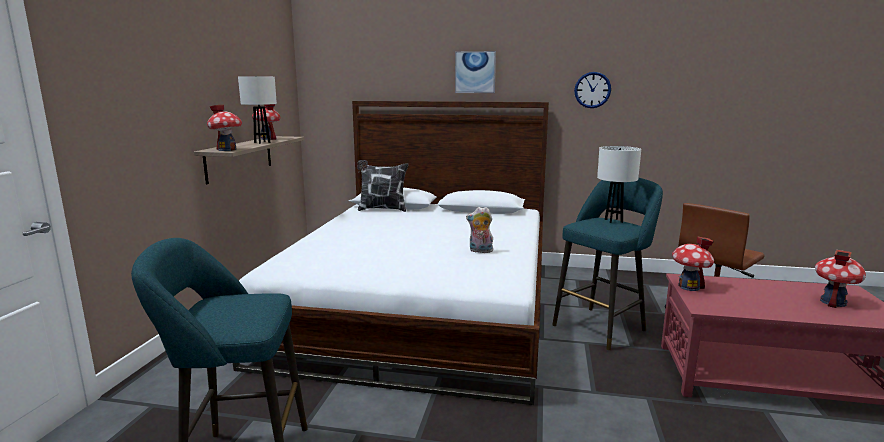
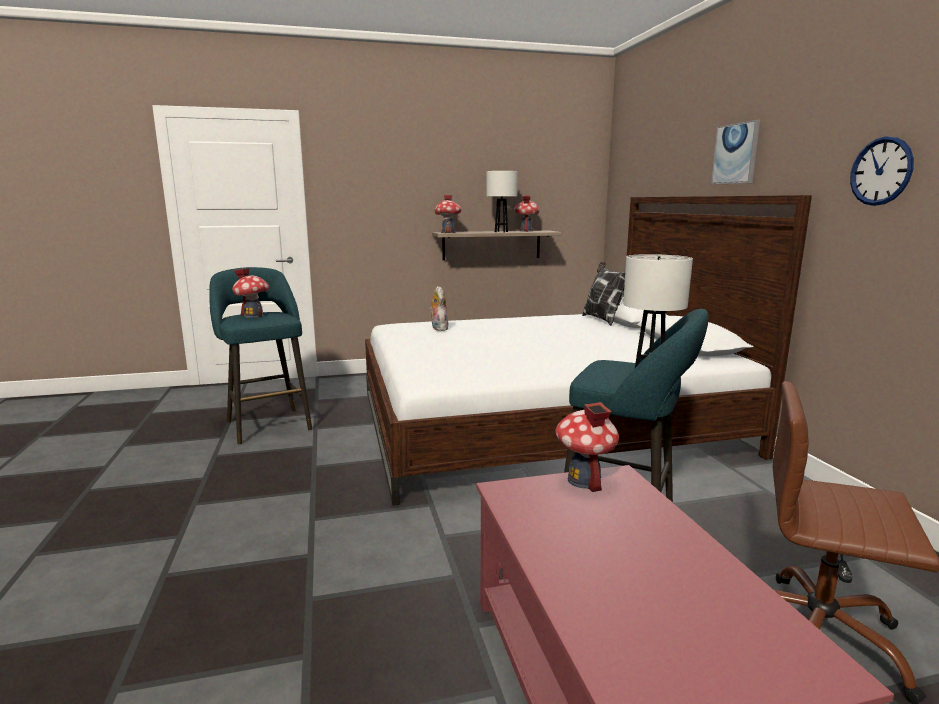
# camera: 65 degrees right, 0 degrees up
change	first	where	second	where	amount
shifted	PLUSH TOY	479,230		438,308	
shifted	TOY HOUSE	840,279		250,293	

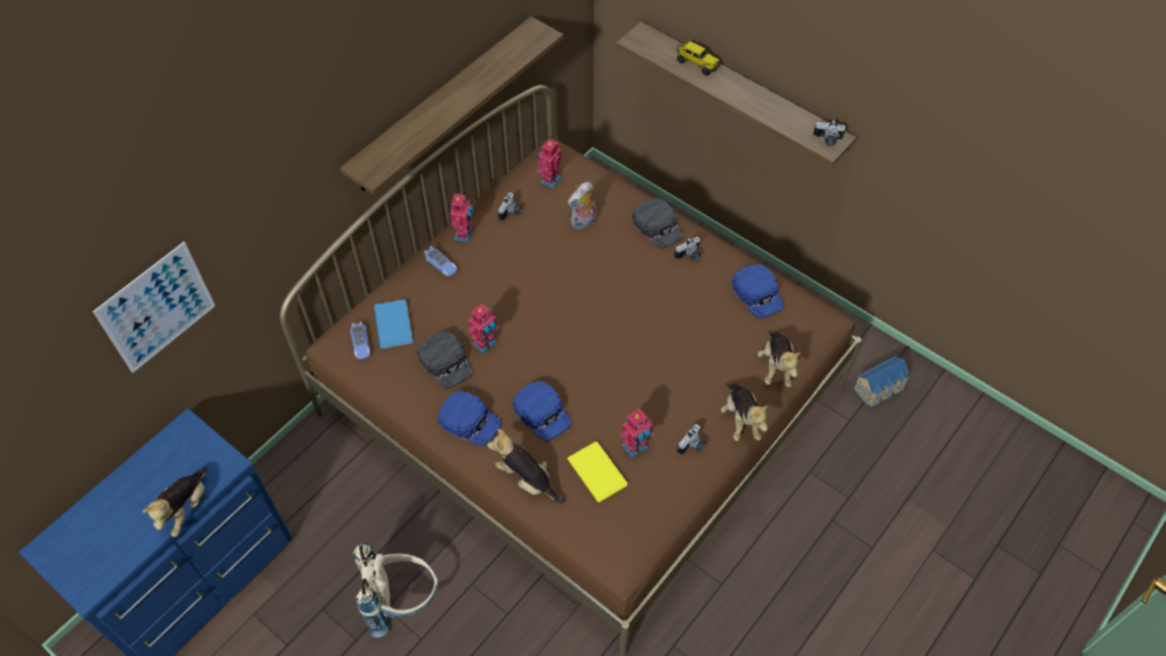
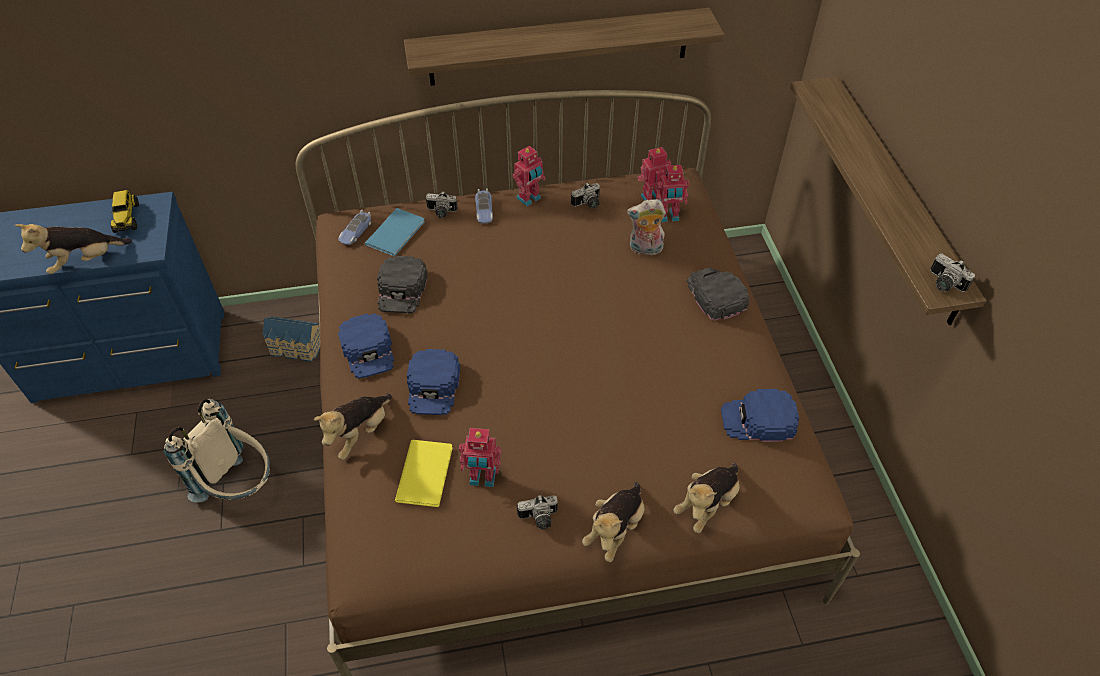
# camera: 40 degrees right, 5 degrees down
change	first	where	second	where	amount
gone	PICTURE	154,307			
shifted	TOY ROBOT	483,329		672,193	
shifted	PHOTO CAMERA	687,249		442,204	
shifted	TOY TRUCK	698,59		125,211	
shifted	TOY HOUSE	881,382		291,339	
rotated	PLUSH TOY	526,466		353,426	135 degrees counterclockwise
rotated	BLACK CAP	658,223		718,294	150 degrees clockwise
rotated	BLUE CAP	757,291		760,415	75 degrees clockwise

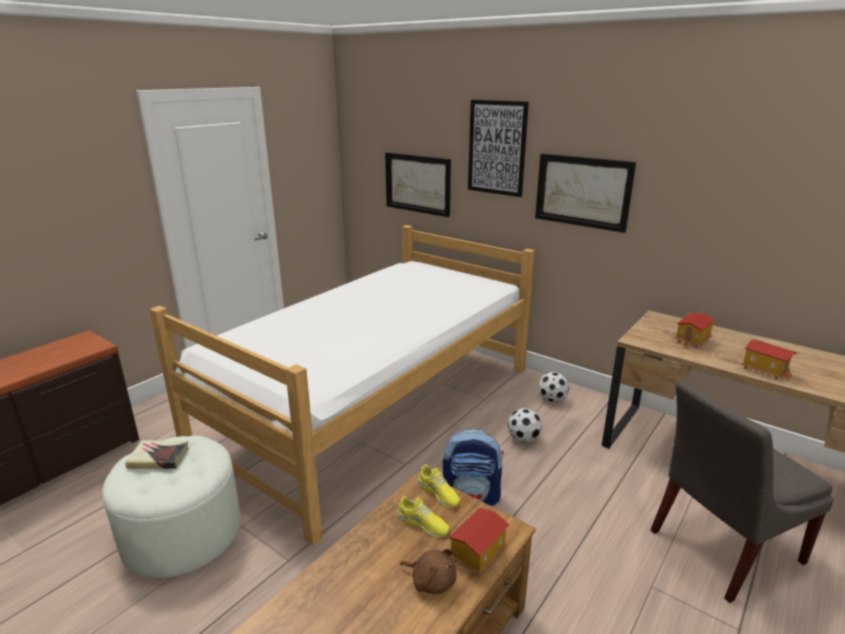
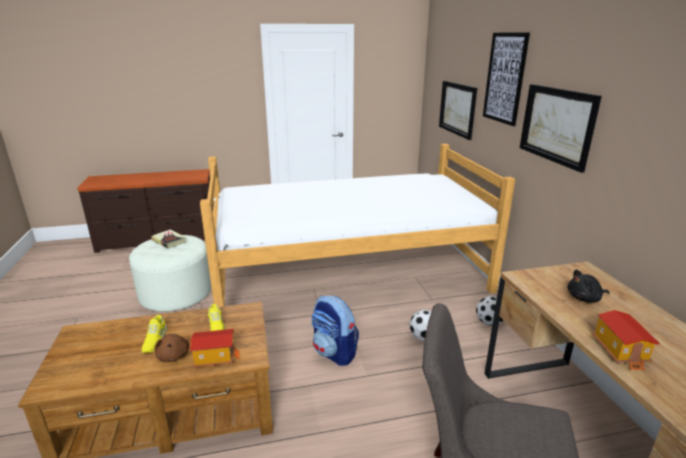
# camera: 40 degrees right, 0 degrees up
change	first	where	second	where	amount
shifted	YELLOW SHOE	439,485		154,334	
swapped	TOY HOUSE	694,330	BLACK PLUSH TOY	588,286	

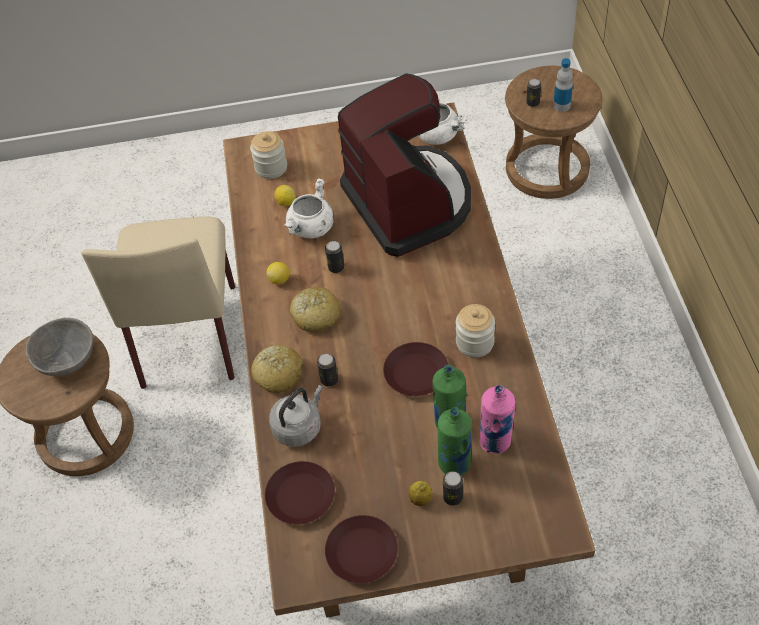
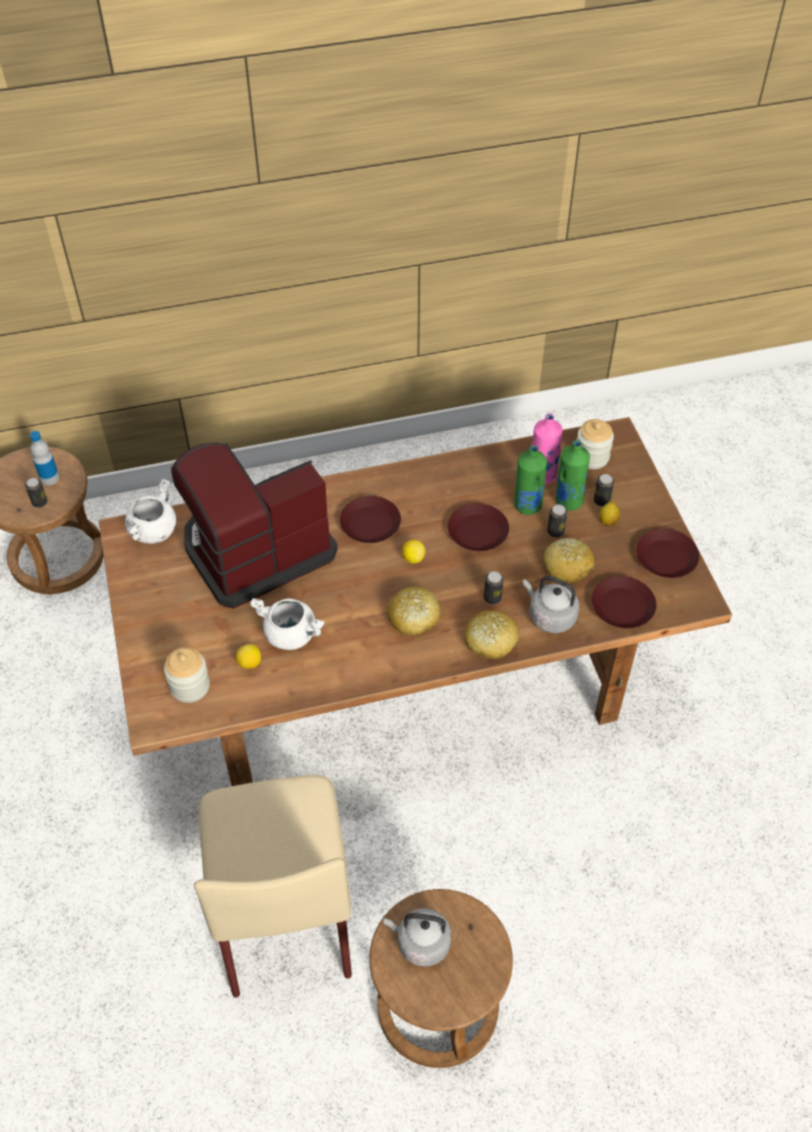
# camera: 100 degrees left, 0 degrees up
change	first	where	second	where	amount
new			BROWN PLATE	370,519	
new			BREAD	569,560	
shifted	LEMON	278,273		414,551	
shifted	CAN	335,257		557,520	
shifted	JAR	475,331		595,444	
swapped	GREY BOWL	60,347	GREY KETTLE	417,937	
rotated	BEIGE CHAIR	158,302		273,886	90 degrees clockwise

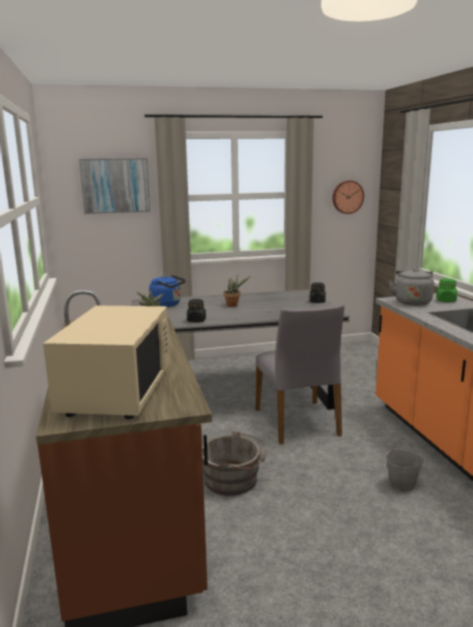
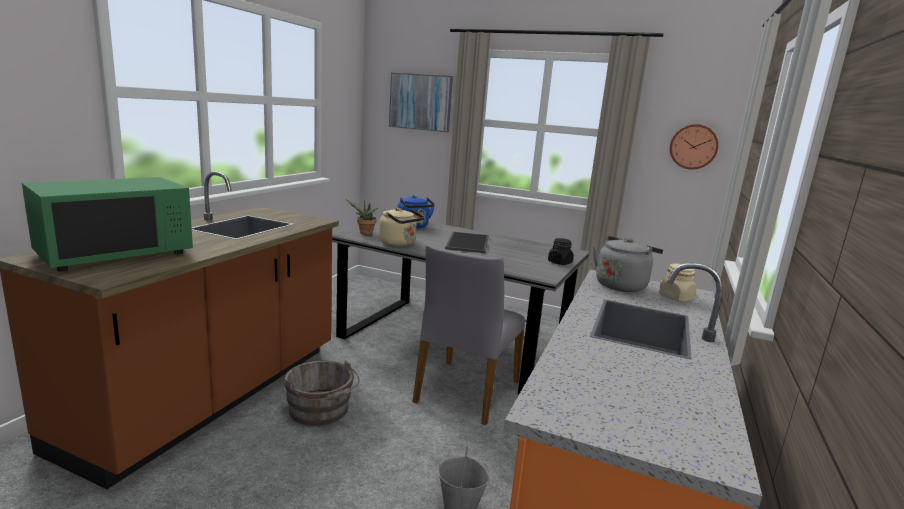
# camera: 35 degrees right, 0 degrees up
change	first	where	second	where	amount
swapped	BLACK JAR	196,310	BEIGE KETTLE	401,227	
swapped	POTTED PLANT	237,290	TRAY	467,242	
repainted	BEIGE MICROWAVE	106,362	GREEN MICROWAVE	107,224	
repainted	GREEN JAR	446,290	BEIGE JAR	678,283	

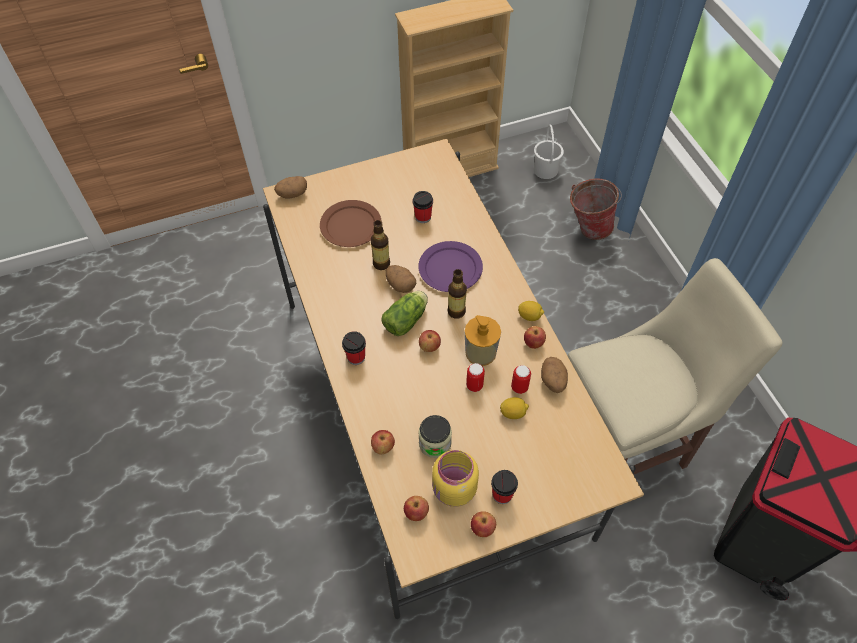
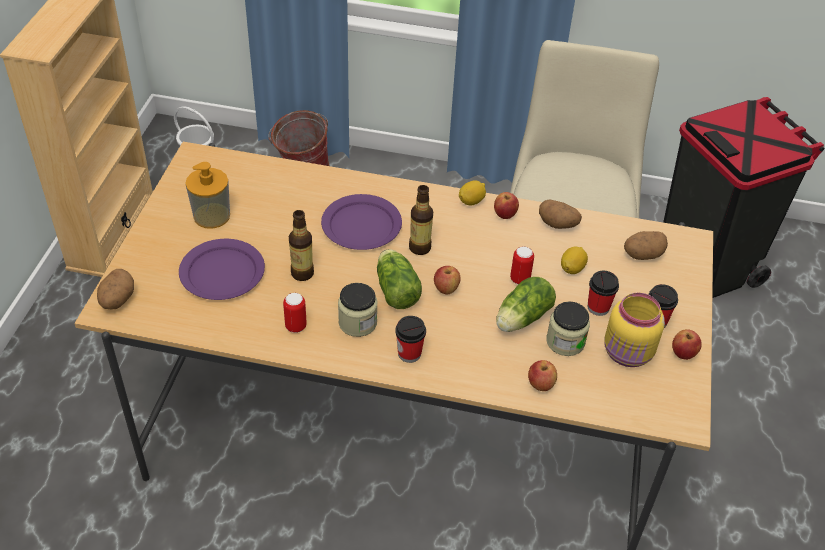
# camera: 60 degrees left, 10 degrees down
change	first	where	second	where	amount
gone	APPLE	416,508			
new			JAR	358,310	
new			LETTUCE	526,304	
shifted	POTATO	401,279		646,245	
shifted	CUP	423,207		603,293	
shifted	SOAP DISPENSER	482,340		207,195	
shifted	CAN	521,379		295,313	
repainted	BROWN PLATE	350,223	PURPLE PLATE	222,269	

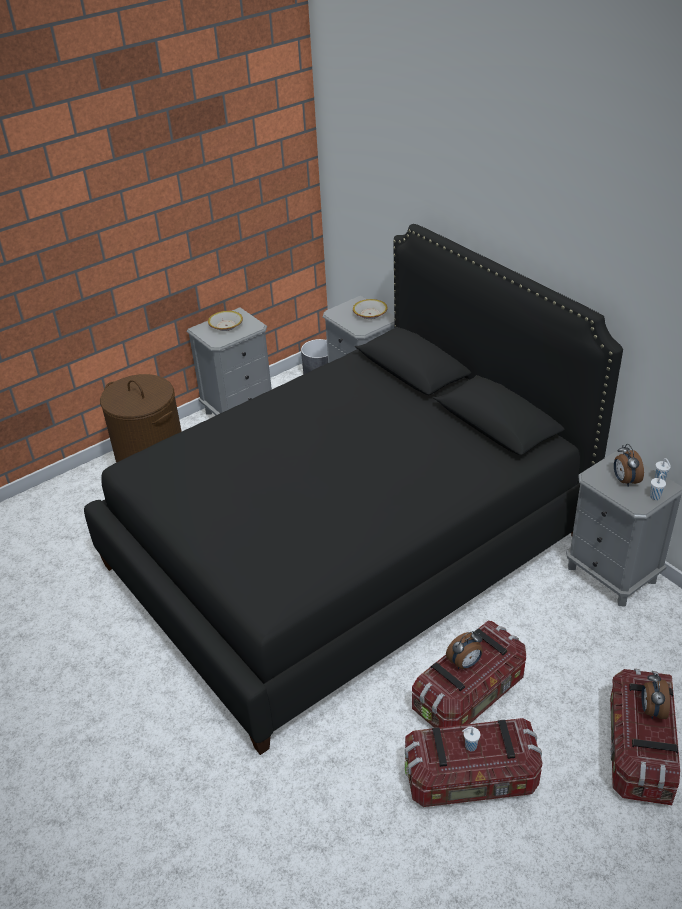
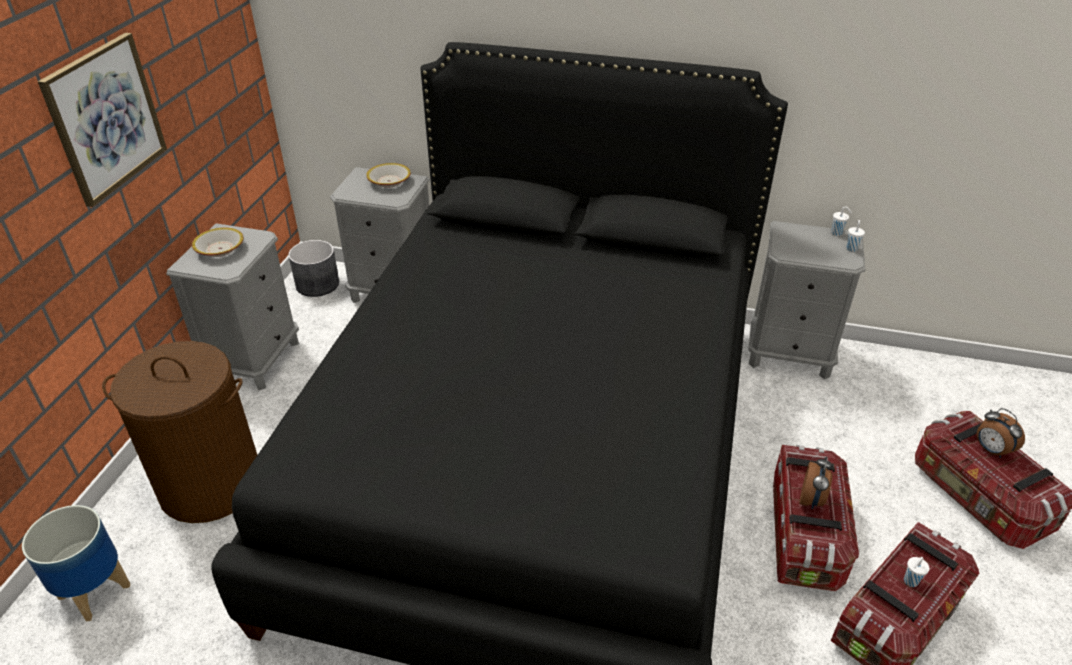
# camera: 40 degrees left, 0 degrees up
change	first	where	second	where	amount
gone	ALARM CLOCK	629,465			
new			PLANTER	76,563	
new			PICTURE	102,120	

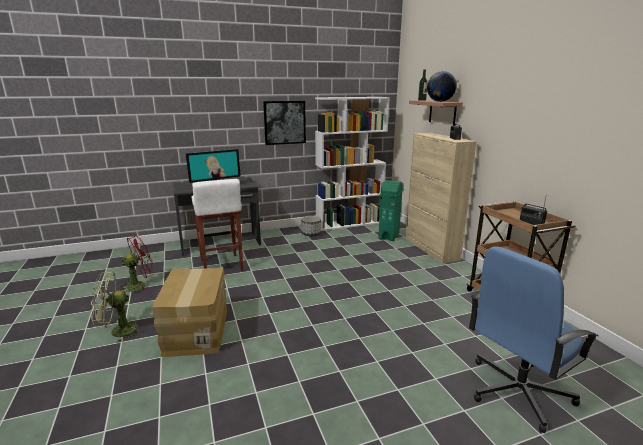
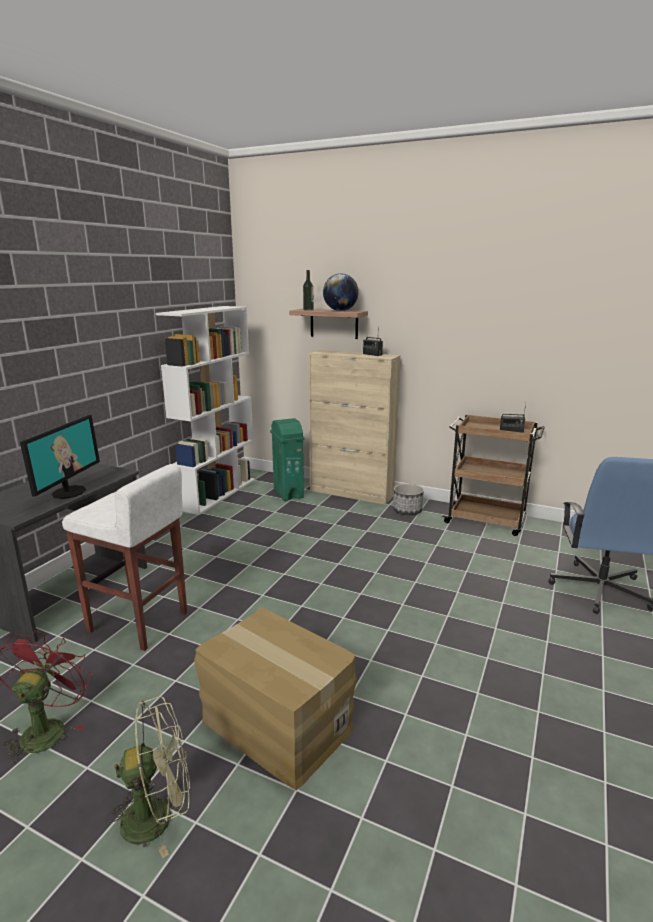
# camera: 45 degrees left, 0 degrees up
change	first	where	second	where	amount
gone	PICTURE	284,123			
shifted	PLANTER	311,226		408,499	
rotated	GREEN FAN	117,307		147,777	135 degrees counterclockwise

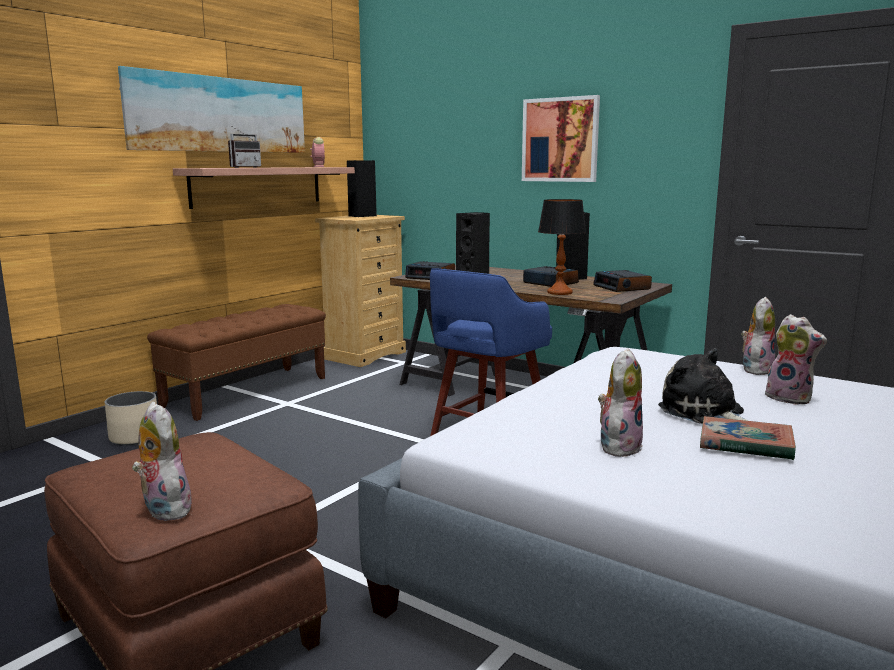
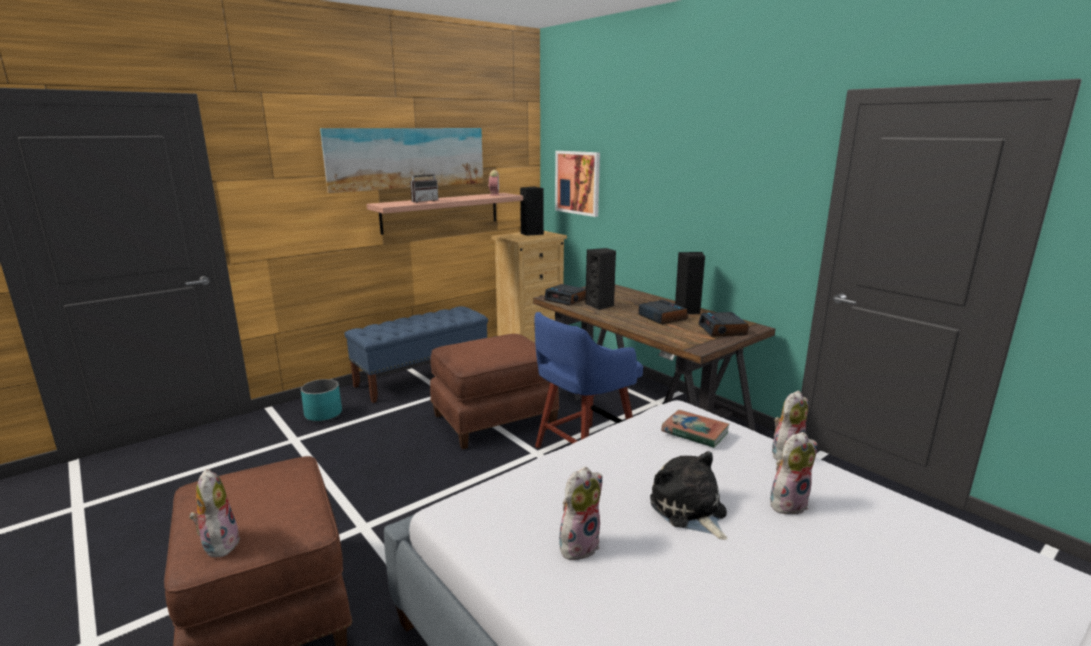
# camera: 15 degrees right, 5 degrees up
change	first	where	second	where	amount
gone	TABLE LAMP	562,247			
new			BROWN OTTOMAN	494,391	
shifted	PICTURE	561,138		577,184	
shifted	BOOK	748,438		695,429	
repainted	BEIGE PLANTER	131,418	TURQUOISE PLANTER	321,400	
repainted	BROWN BENCH	236,362	BLUE BENCH	416,354	
rotated	PLUSH TOY	796,359		793,473	90 degrees counterclockwise

